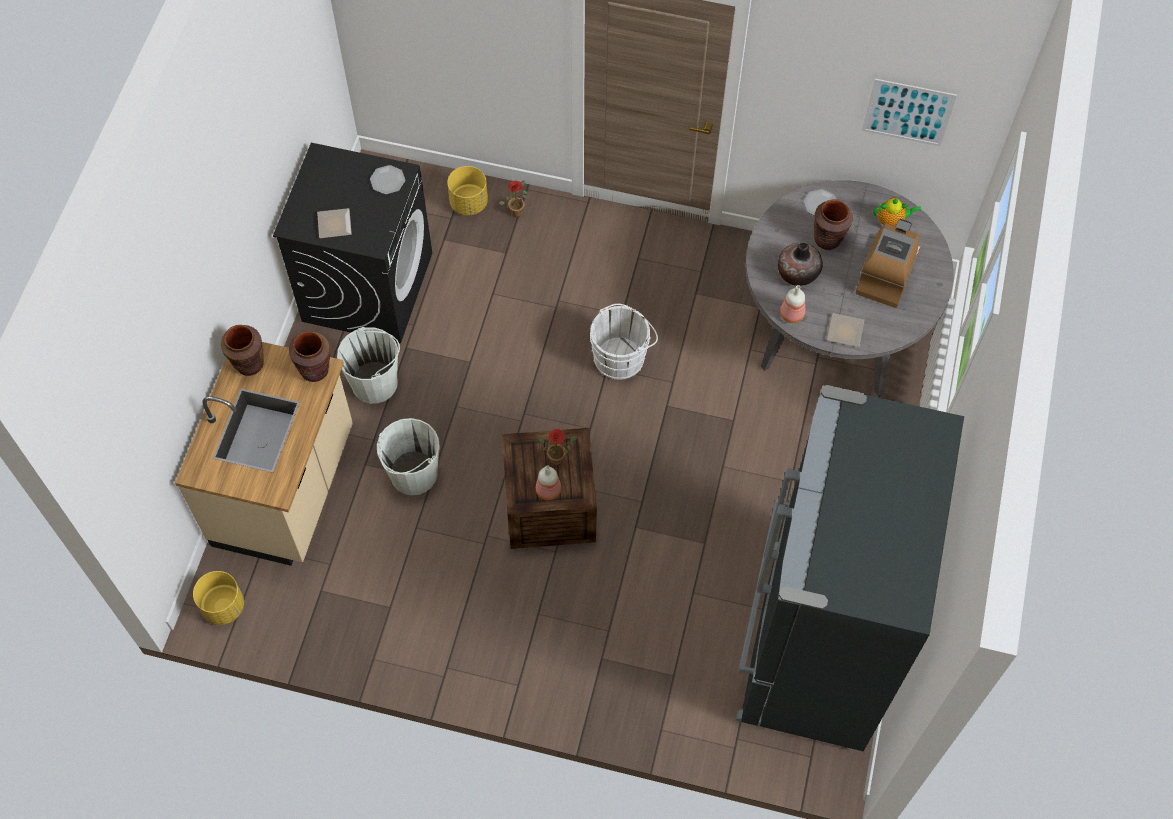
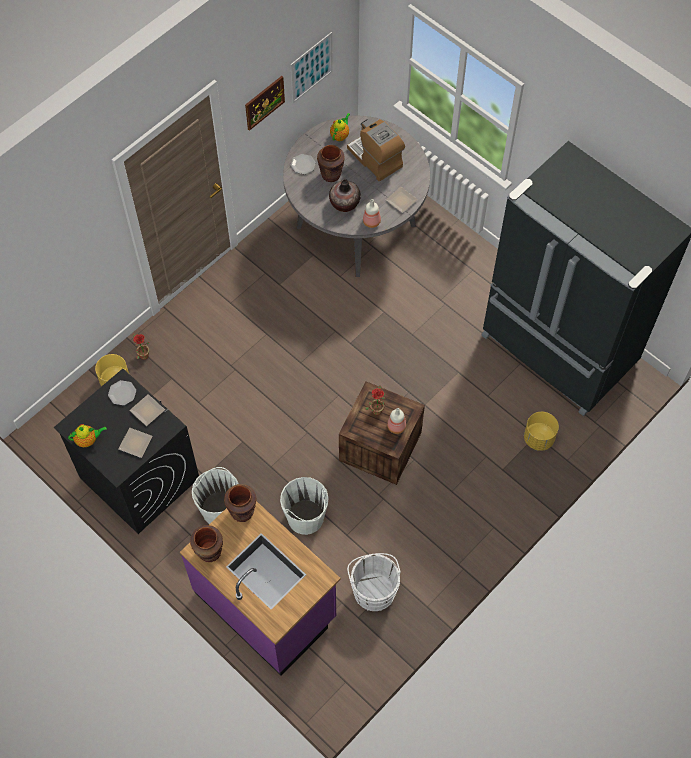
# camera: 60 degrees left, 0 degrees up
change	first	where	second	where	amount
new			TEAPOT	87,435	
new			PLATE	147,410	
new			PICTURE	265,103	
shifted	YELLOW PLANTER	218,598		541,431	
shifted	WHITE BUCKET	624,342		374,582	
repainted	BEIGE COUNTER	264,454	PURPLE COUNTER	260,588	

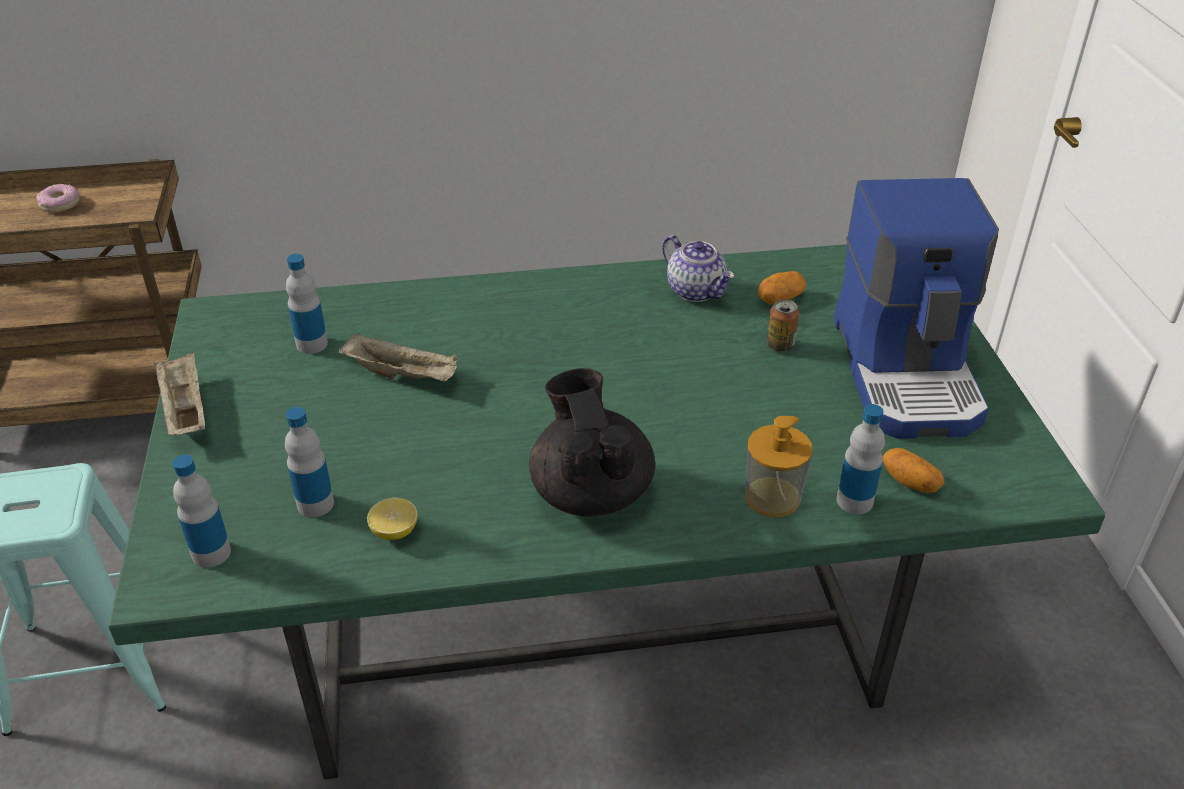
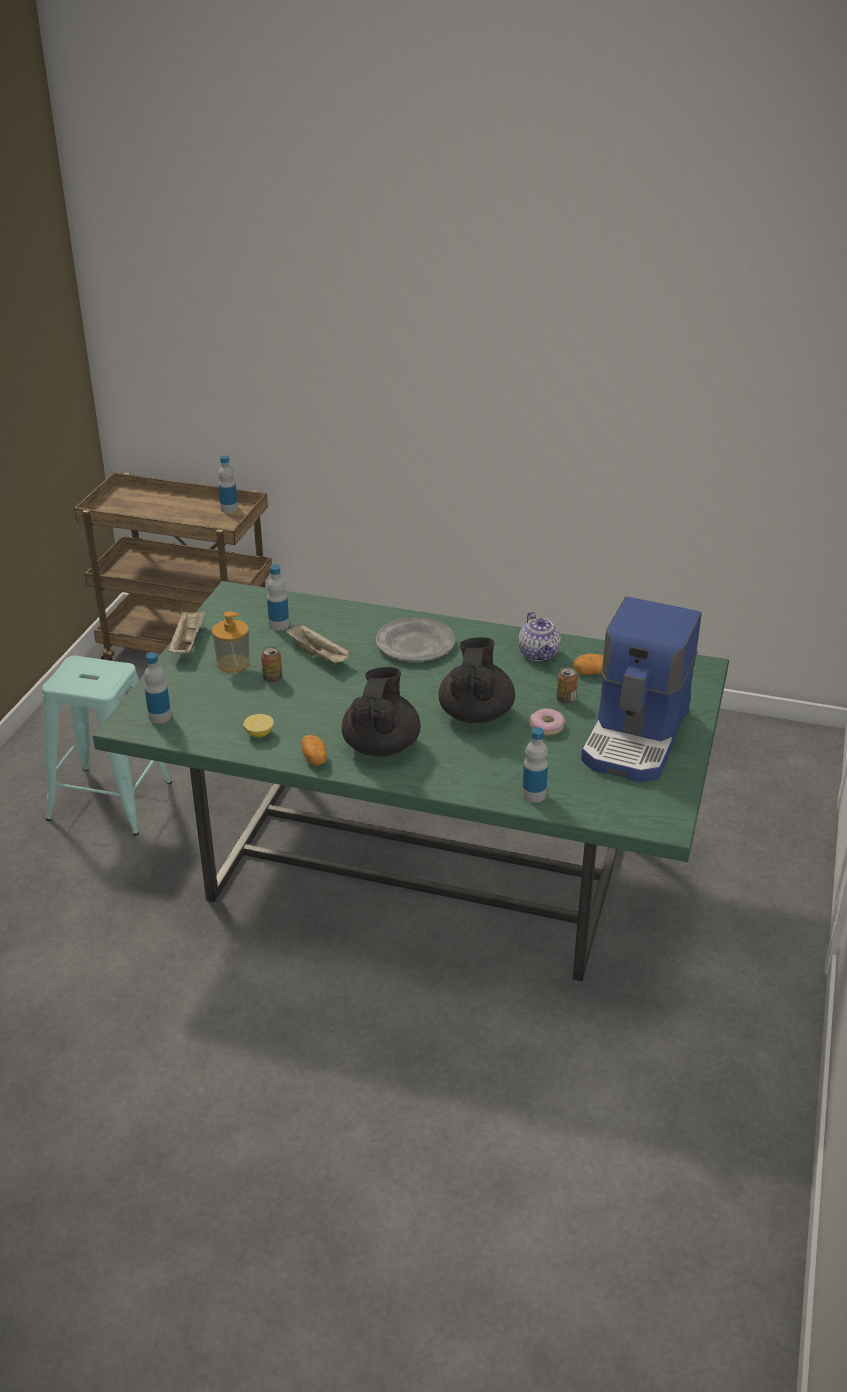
# camera: 25 degrees right, 5 degrees down
change	first	where	second	where	amount
new			CAN	271,664	
new			GREY PLATE	415,640	
new			BLACK TEAPOT	477,680	
shifted	DONUT	57,198		547,721	
shifted	BOTTLE	309,462		228,484	
shifted	SOAP DISPENSER	779,466		230,642	
shifted	POTATO	914,470		314,750	

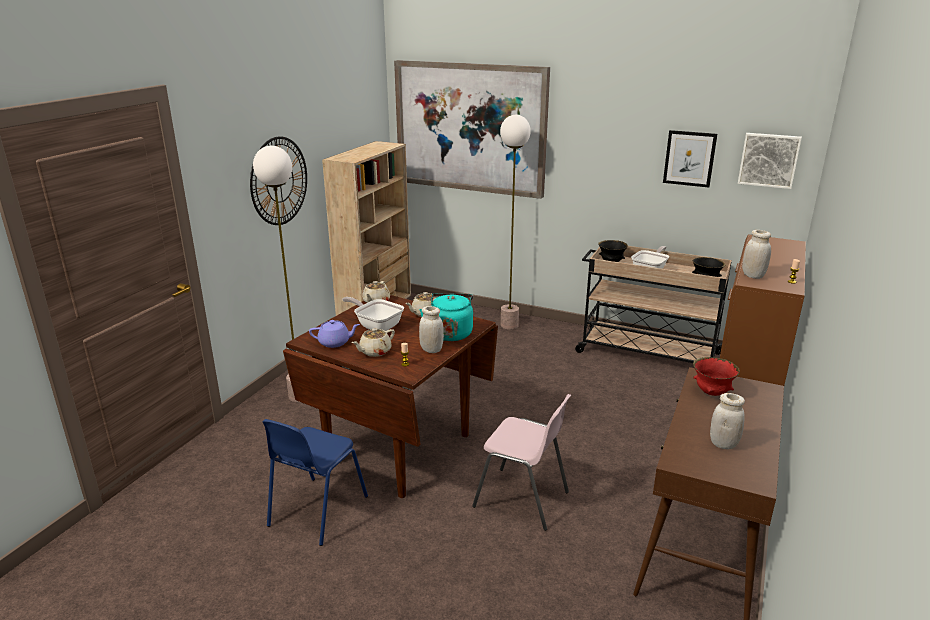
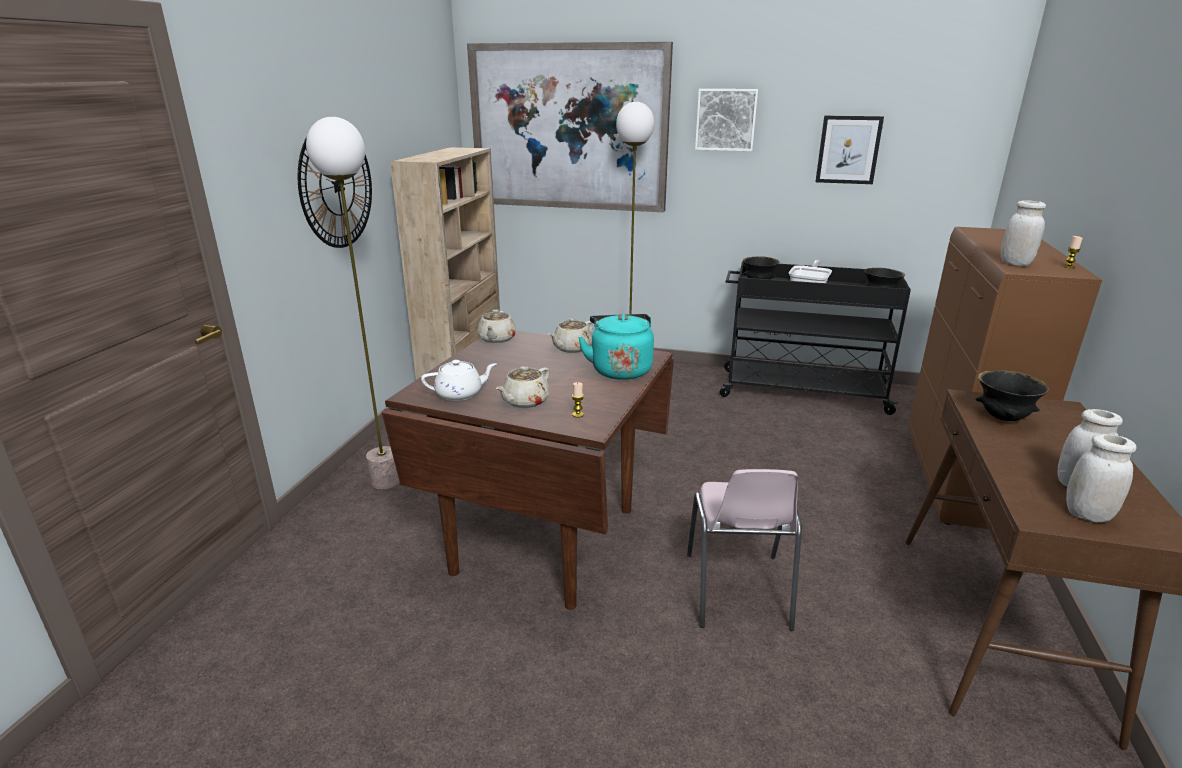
# camera: 10 degrees left, 0 degrees up
change	first	where	second	where	amount
gone	BLUE CHAIR	315,482			
gone	FRYING PAN	373,314			
shifted	WHITE JAR	431,329		1101,478	
shifted	PICTURE	770,161		726,120	
repainted	PURPLE TEAPOT	334,334	WHITE TEAPOT	458,380	
repainted	BEIGE CART	653,304	BLACK CART	815,338	
repainted	RED BOWL	716,376	BLACK BOWL	1012,395	
rotated	PINK CHAIR	521,462		744,550	75 degrees clockwise

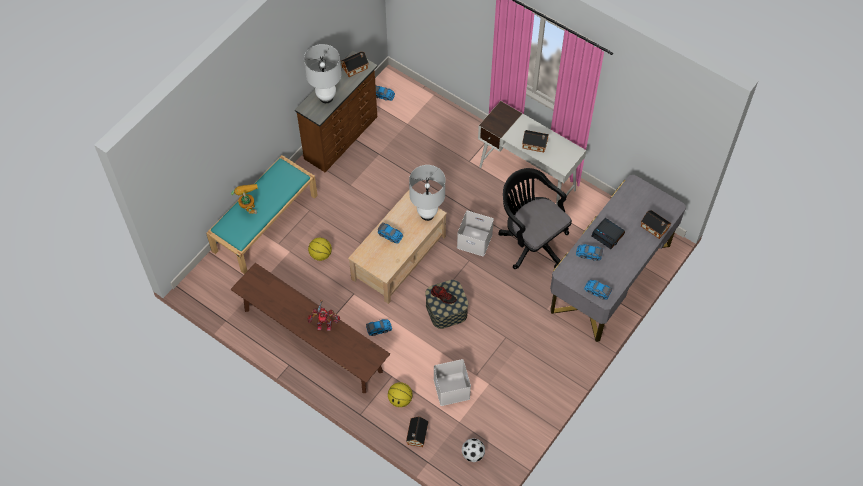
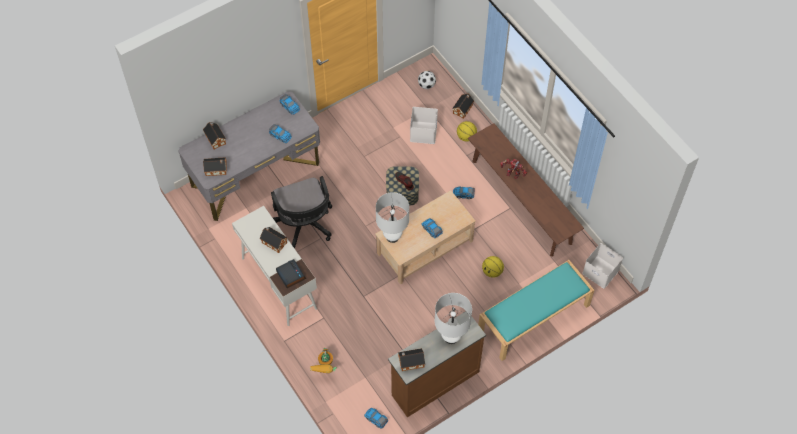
# camera: 160 degrees left, 0 degrees up
change	first	where	second	where	amount
new			TOY HOUSE	215,166	
shifted	TOY ROBOT	244,199		323,360	
shifted	WHITE STORAGE BOX	475,233		602,266	
shifted	ALARM CLOCK	608,233		291,273	

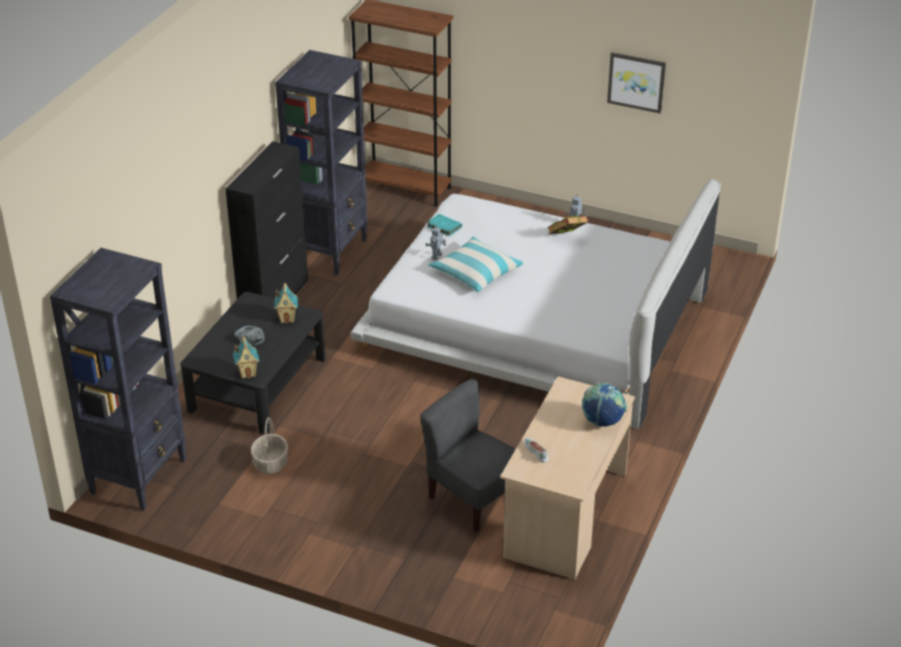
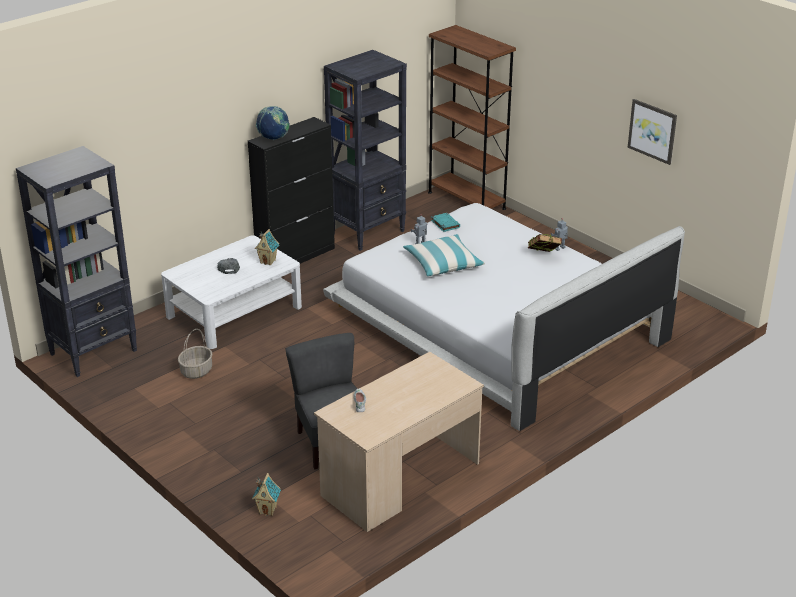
# camera: 25 degrees right, 5 degrees down
change	first	where	second	where	amount
shifted	TOY HOUSE	246,357		266,494	
shifted	GLOBE	604,405		273,123	
repainted	BLACK COFFEE TABLE	253,363	WHITE COFFEE TABLE	231,292	

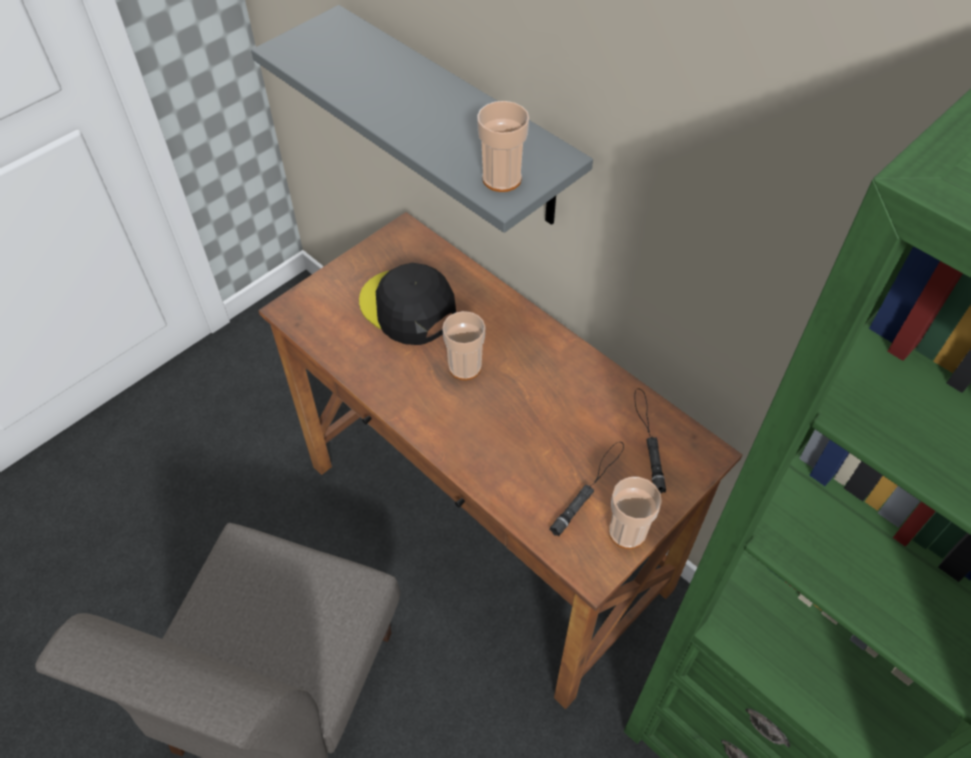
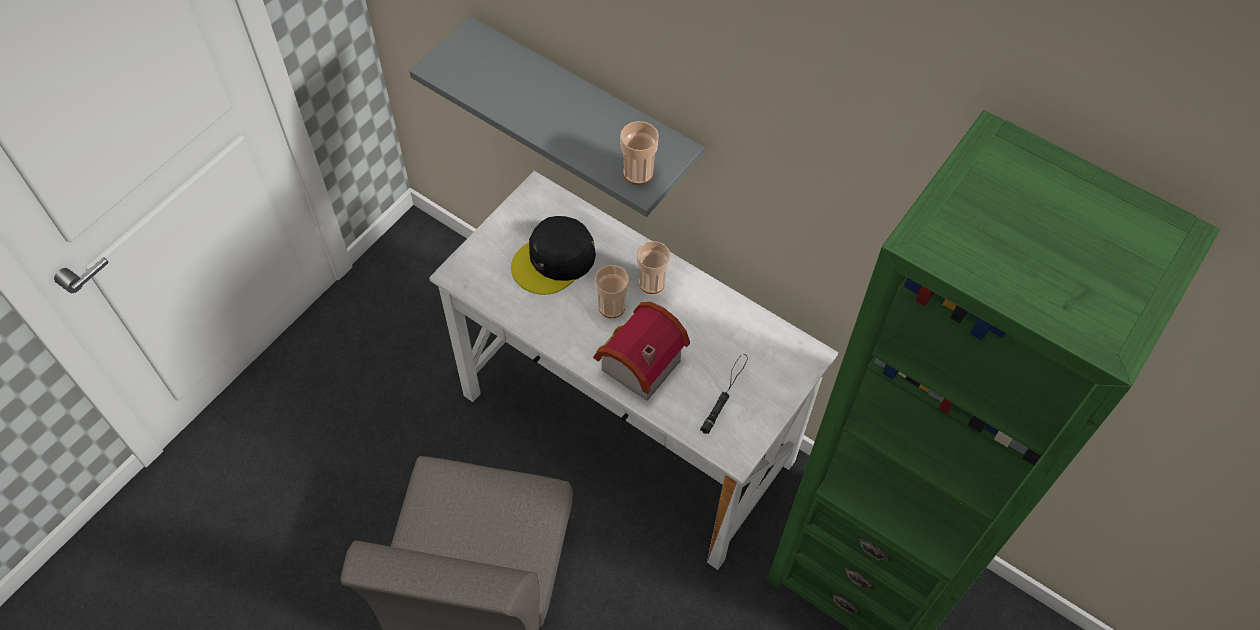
# camera: 10 degrees left, 5 degrees up
change	first	where	second	where	amount
gone	BLACK FLASHLIGHT	650,440			
new			TOY HOUSE	641,351	
shifted	CUP	635,513		653,267	
repainted	BROWN DESK	500,460	WHITE DESK	633,370	
rotated	BLACK CAP	407,304		553,255	75 degrees counterclockwise

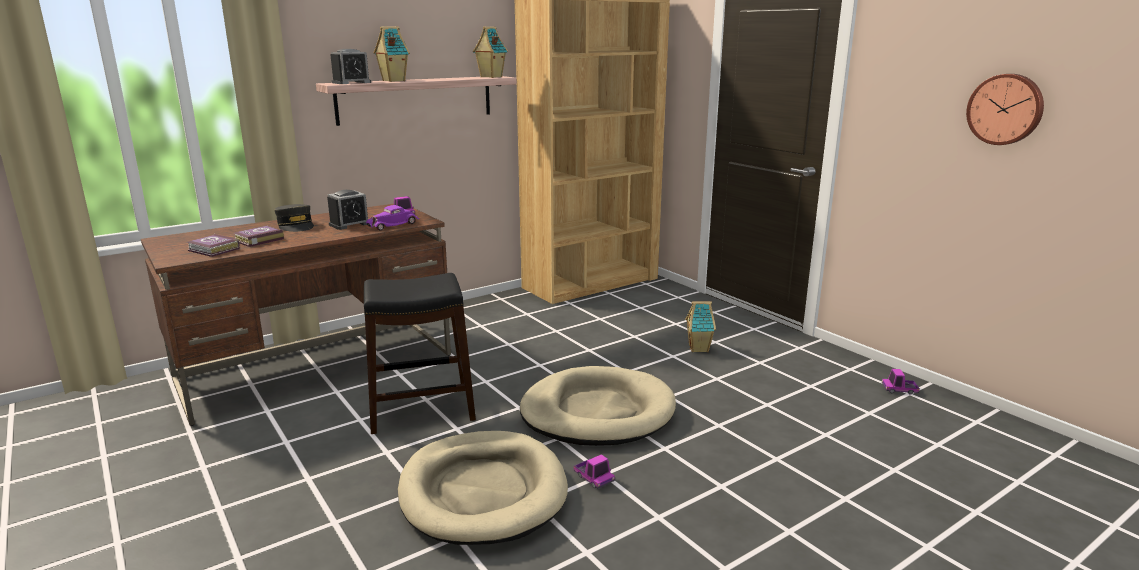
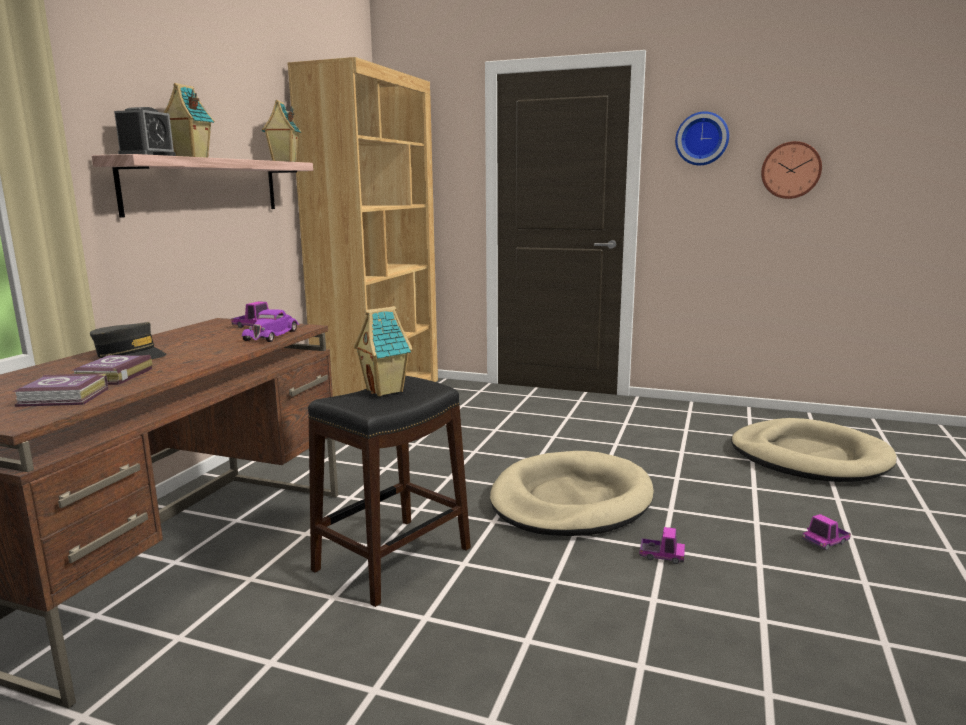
# camera: 35 degrees left, 5 degrees down
change	first	where	second	where	amount
gone	ALARM CLOCK	347,210			
new			WALL CLOCK	702,138	
shifted	BEIGE DOG BED	483,488		814,450	
shifted	TOY HOUSE	701,326		383,351	
shifted	TOY TRUCK	901,382		826,532	

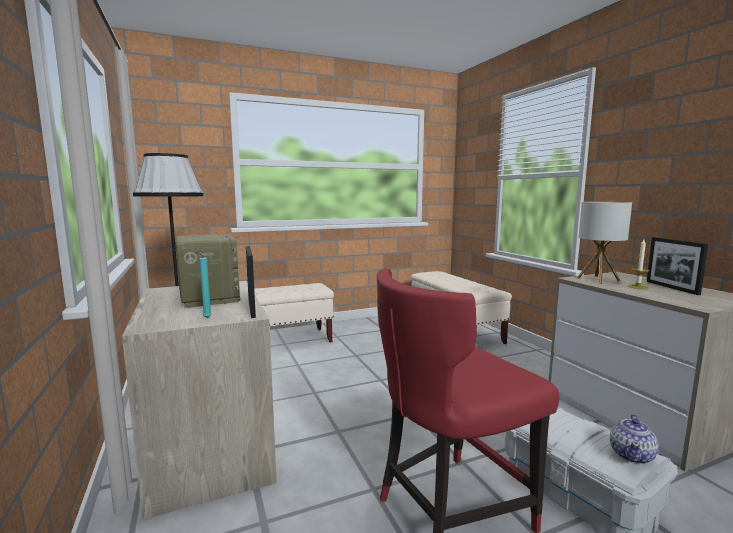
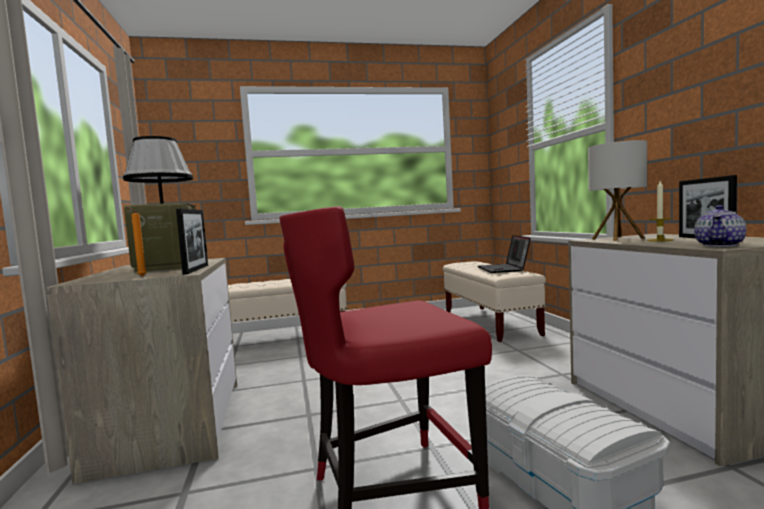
# camera: 10 degrees right, 5 degrees down
change	first	where	second	where	amount
new			LAPTOP	504,254	
shifted	TEAPOT	634,439		720,226	
repainted	TURQUOISE CANDLE	204,285	ORANGE CANDLE	136,241	

